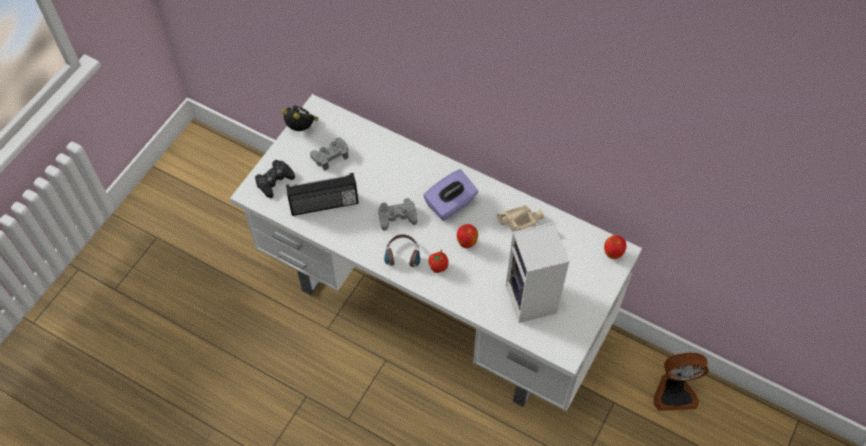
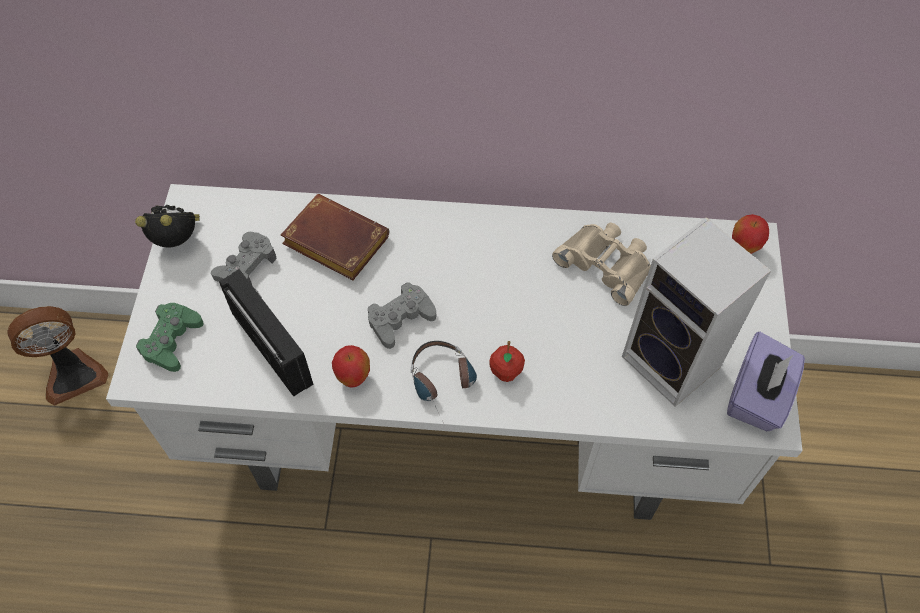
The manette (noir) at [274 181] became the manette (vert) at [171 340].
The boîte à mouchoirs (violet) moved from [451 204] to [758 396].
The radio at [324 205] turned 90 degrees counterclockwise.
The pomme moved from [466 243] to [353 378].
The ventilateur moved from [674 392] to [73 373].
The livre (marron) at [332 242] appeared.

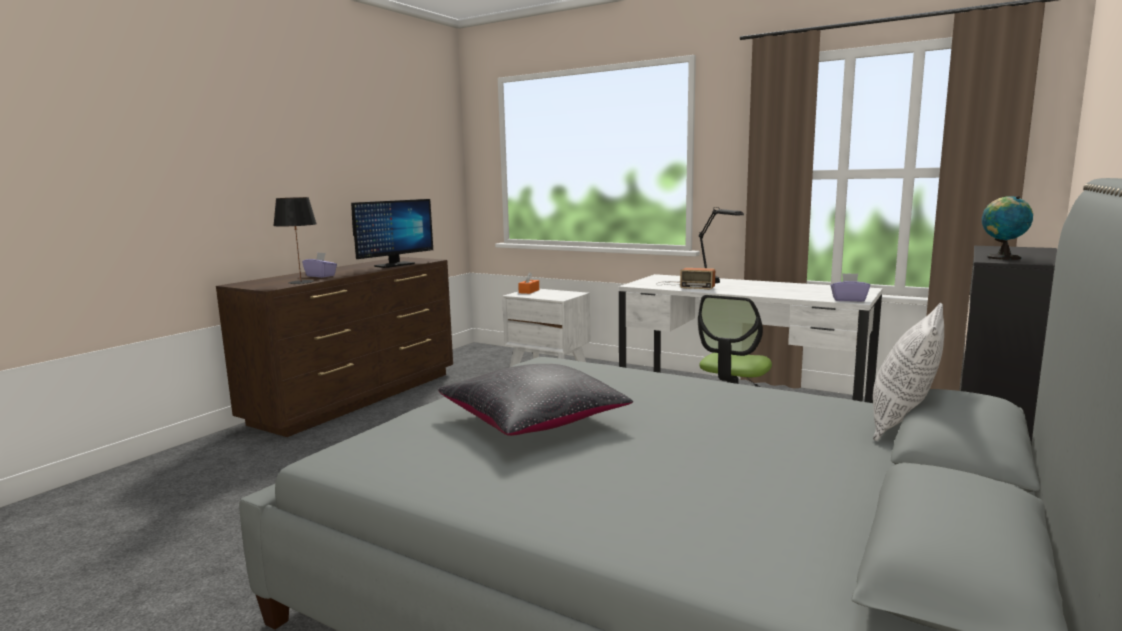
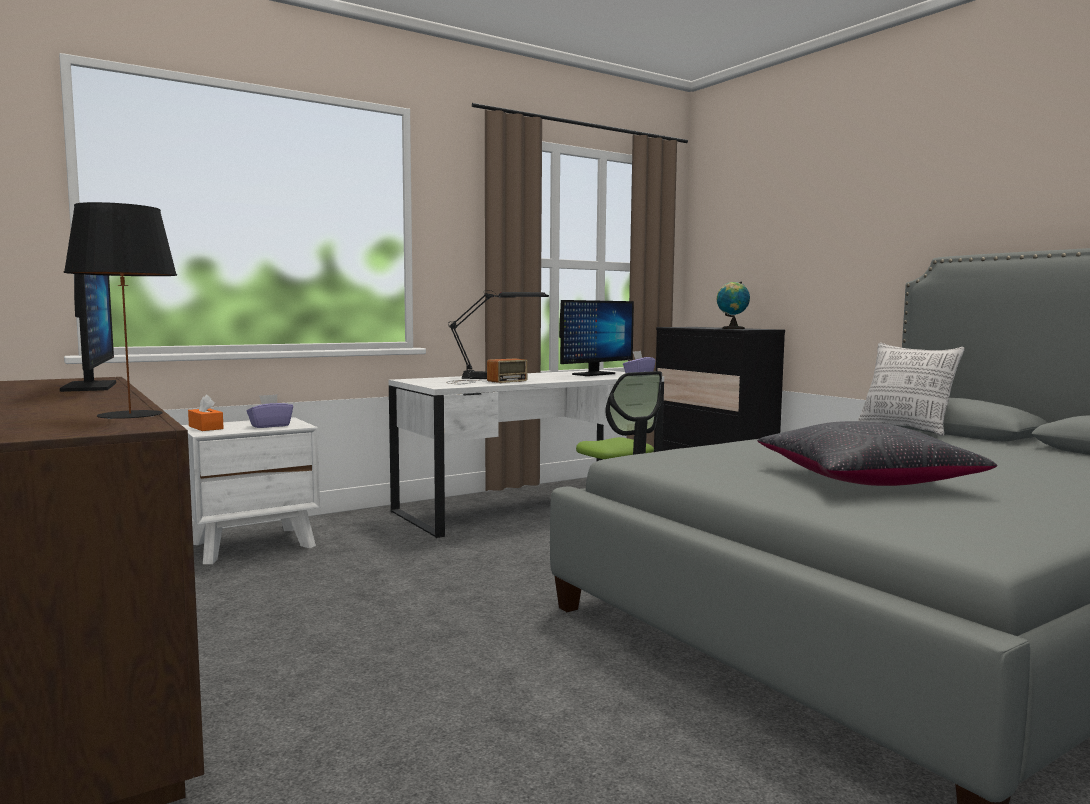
The boîte à mouchoirs (violet) moved from [321 276] to [270 426].
The écran d'ordinateur at [593 374] appeared.

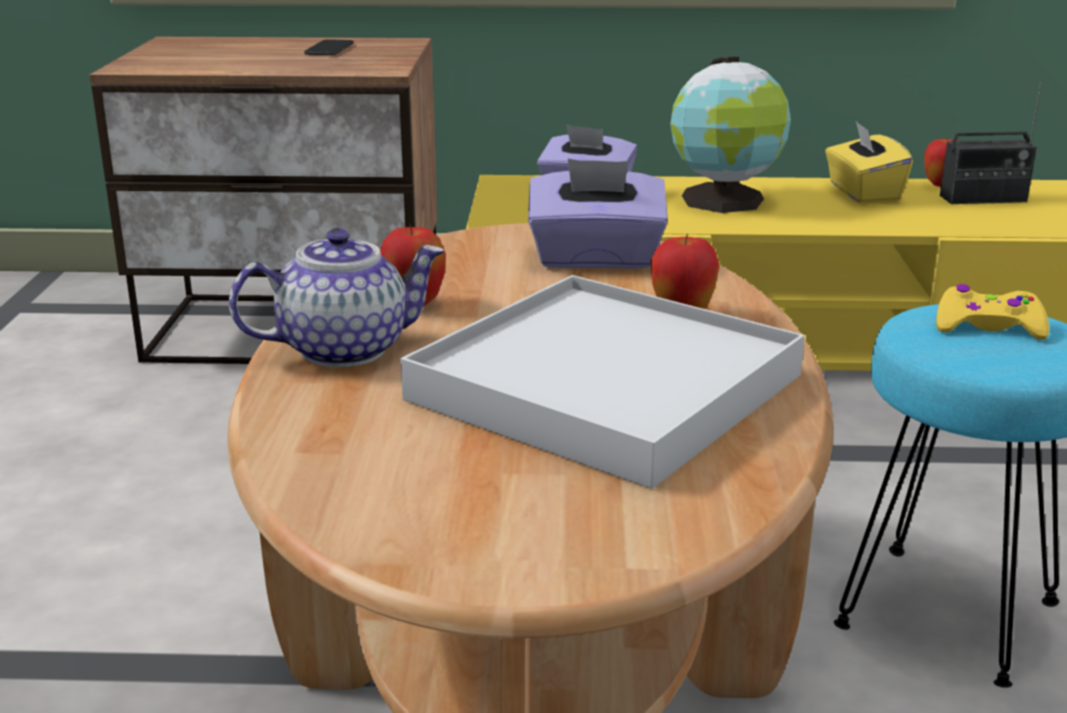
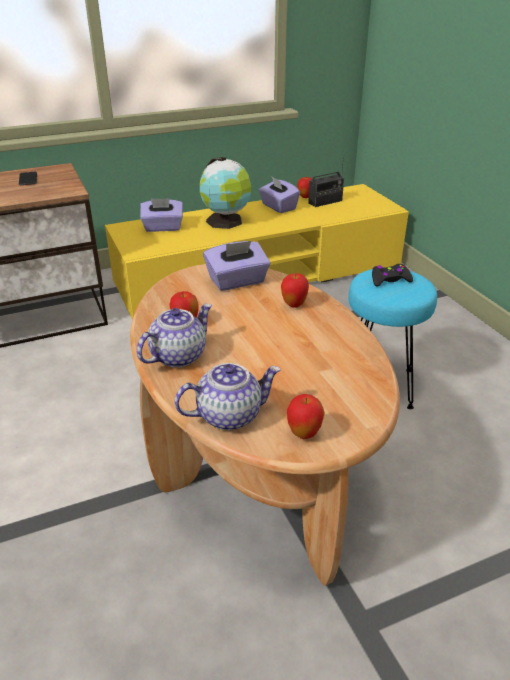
The boîte à mouchoirs (jaune) at [863 193] became the boîte à mouchoirs (violet) at [278 207].
The plateau (blanc) at [605 387] disappeared.
The manette (jaune) at [988 327] became the manette (noir) at [389 280].
The théière at [229 415] appeared.
The pomme at [304 434] appeared.

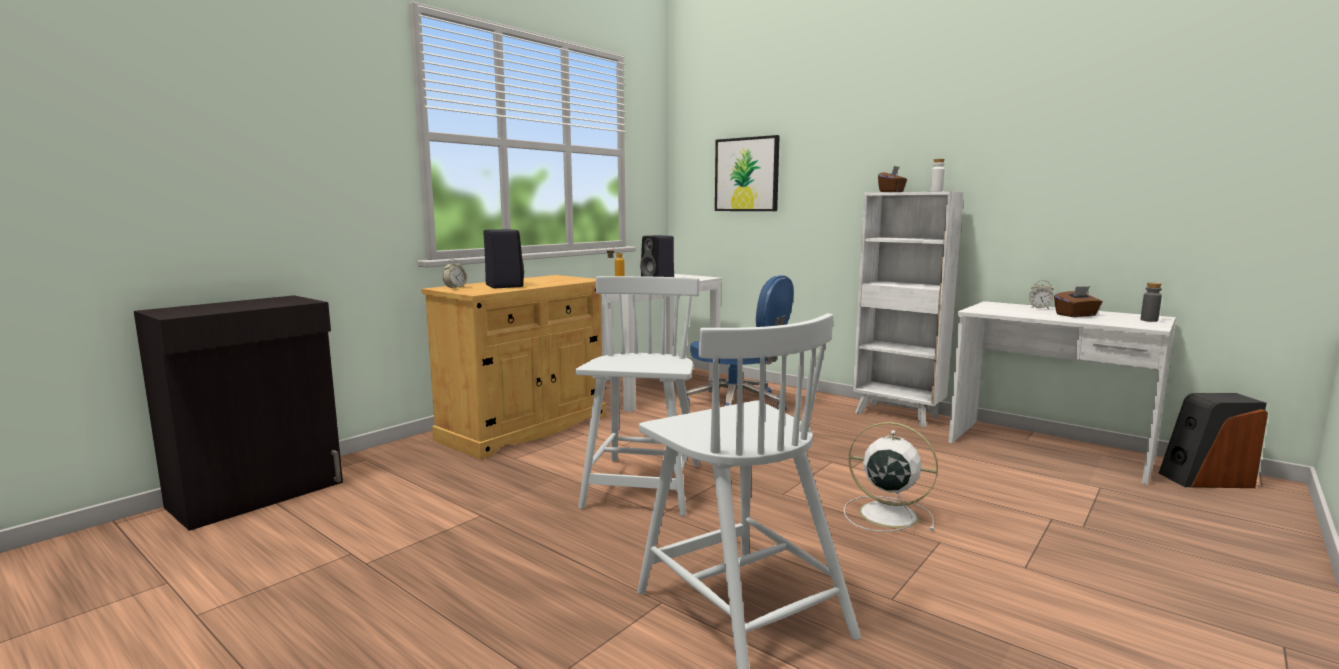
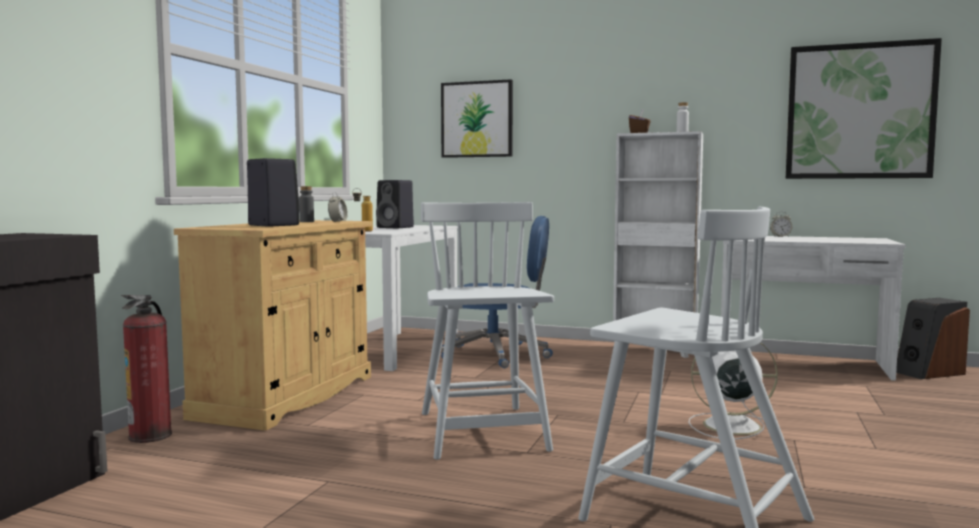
The réveil moved from [455 288] to [338 221].
The bouteille (gris) moved from [1149 320] to [307 222].
The boîte à mouchoirs (marron) at [1076 315] disappeared.
The tableau at [859 111] appeared.
The extincteur at [150 436] appeared.

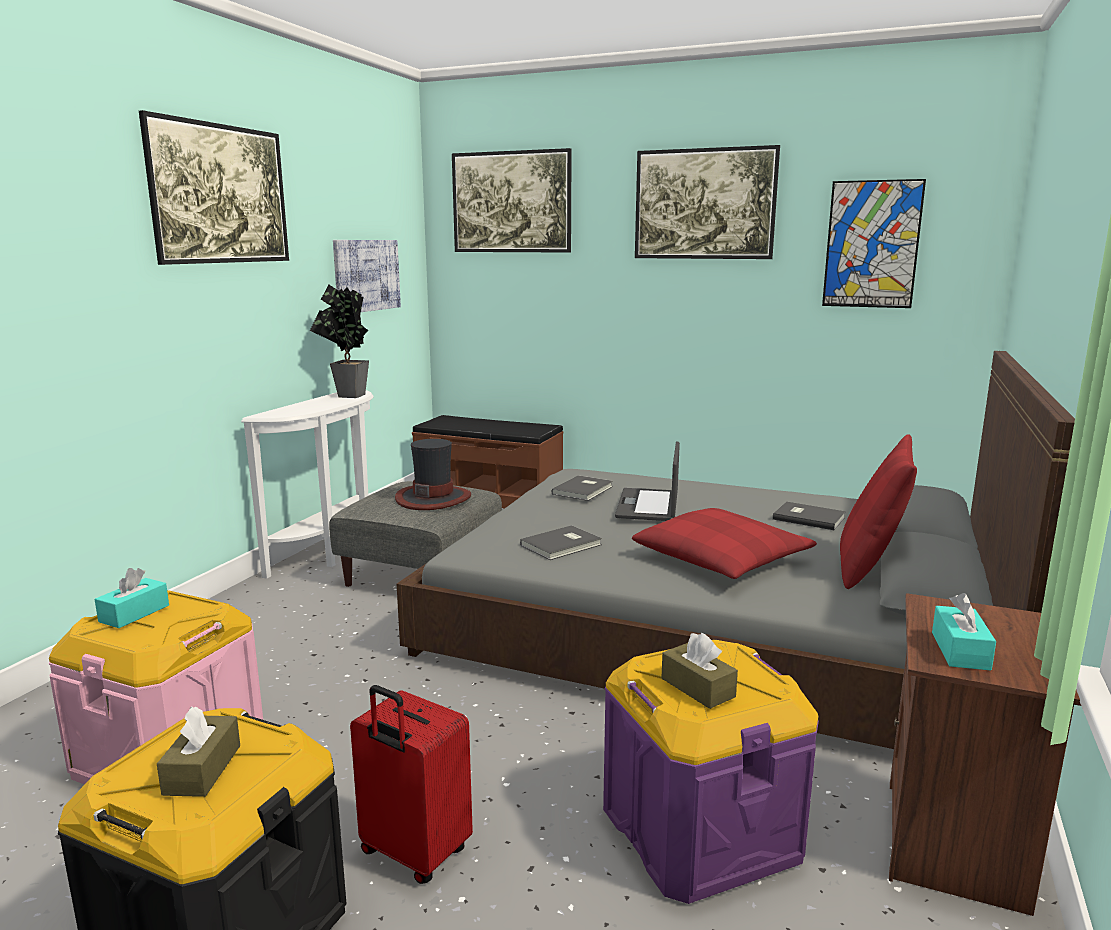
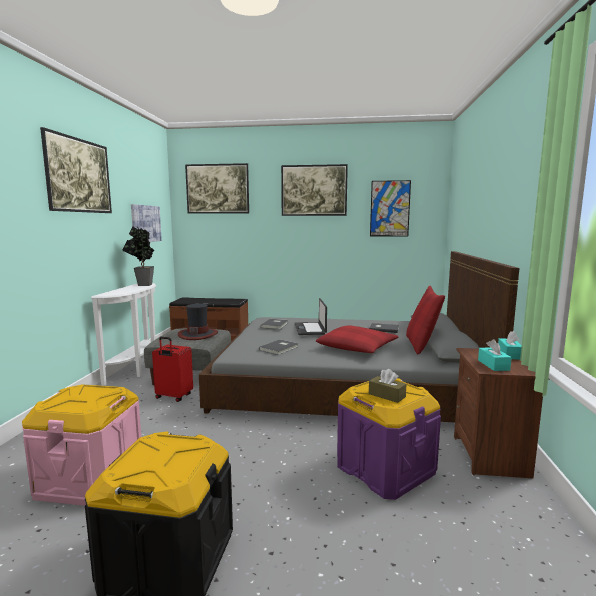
The boîte à mouchoirs (turquoise) moved from [134 613] to [509 354].
The valise (rouge) moved from [413 854] to [173 397].
The boîte à mouchoirs (marron) at [202 769] disappeared.

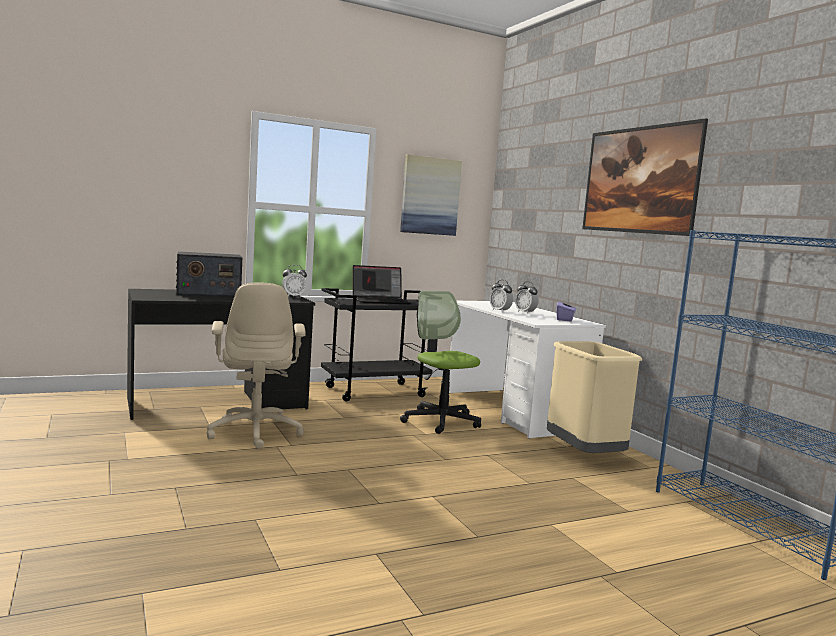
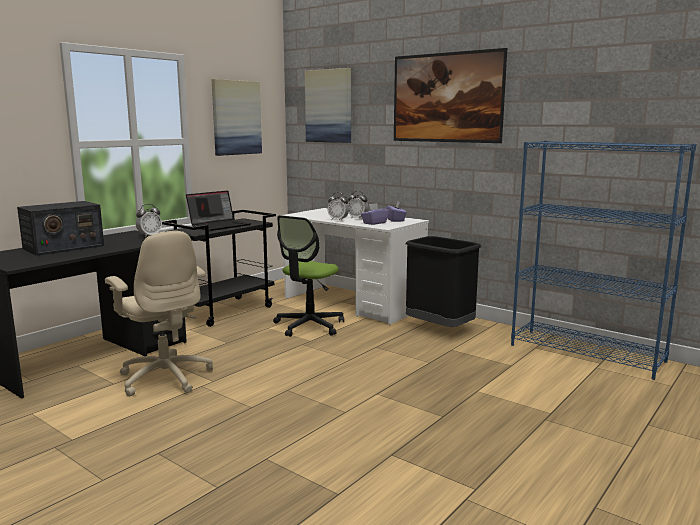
The chaise de bureau at [440 421] turned 90 degrees counterclockwise.
The poubelle (beige) at [584 455] became the poubelle (noir) at [440 329].
The tableau at [329 106] appeared.
The boîte à mouchoirs (violet) at [374 223] appeared.

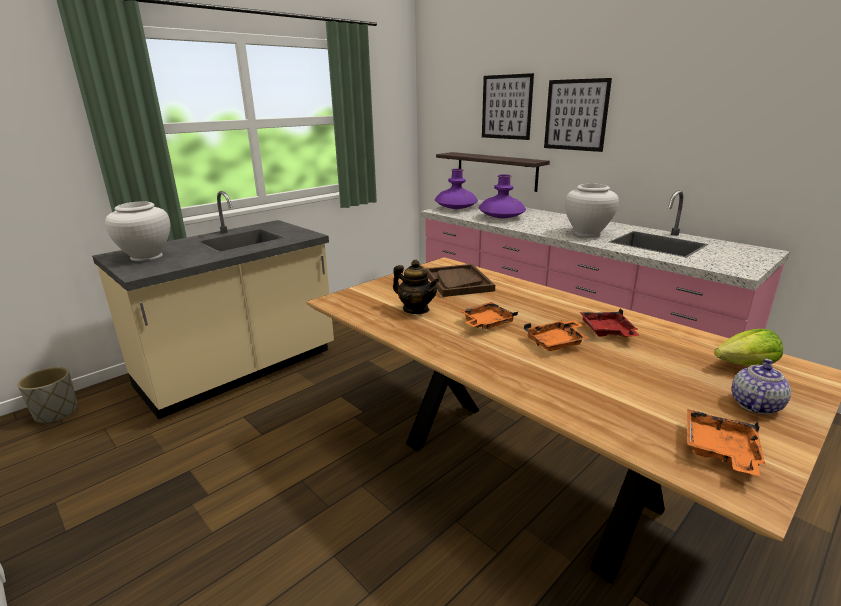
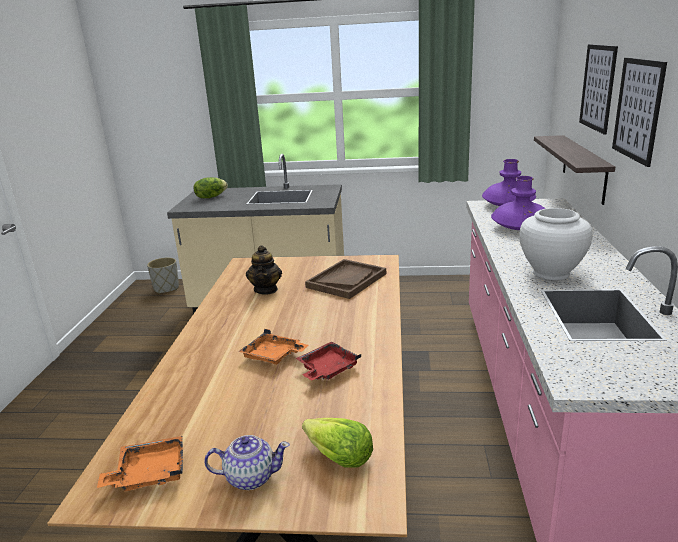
The vase (blanc) at [146 257] was replaced by the laitue at [211 197].
The plateau (orange) at [486 323] disappeared.

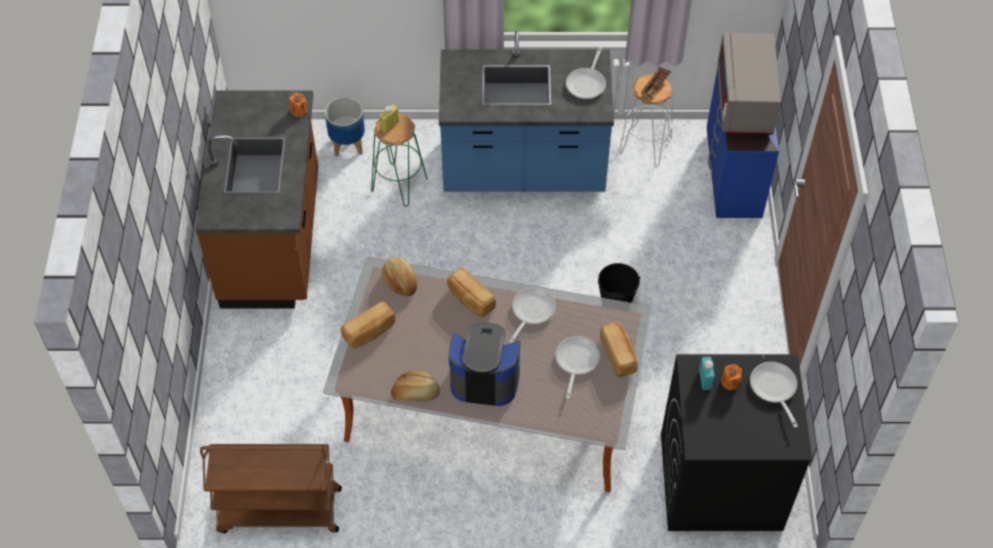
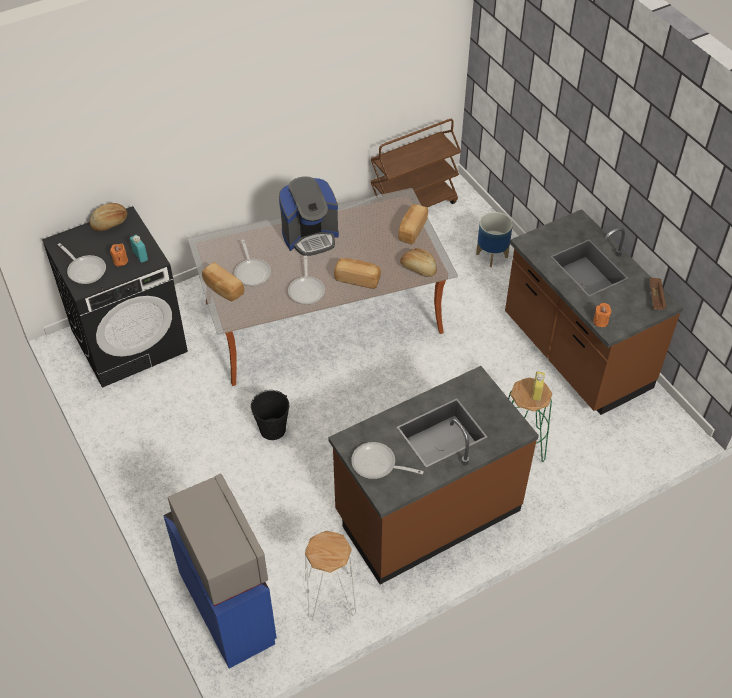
The comptoir de cuisine (bleu) at [523 170] became the comptoir de cuisine (marron) at [427 511].
The poêle at [587 83] turned 60 degrees counterclockwise.
The plateau (marron) moved from [655 86] to [656 299].
The cache-pot moved from [347 145] to [492 255].
The pain moved from [415 393] to [110 223].

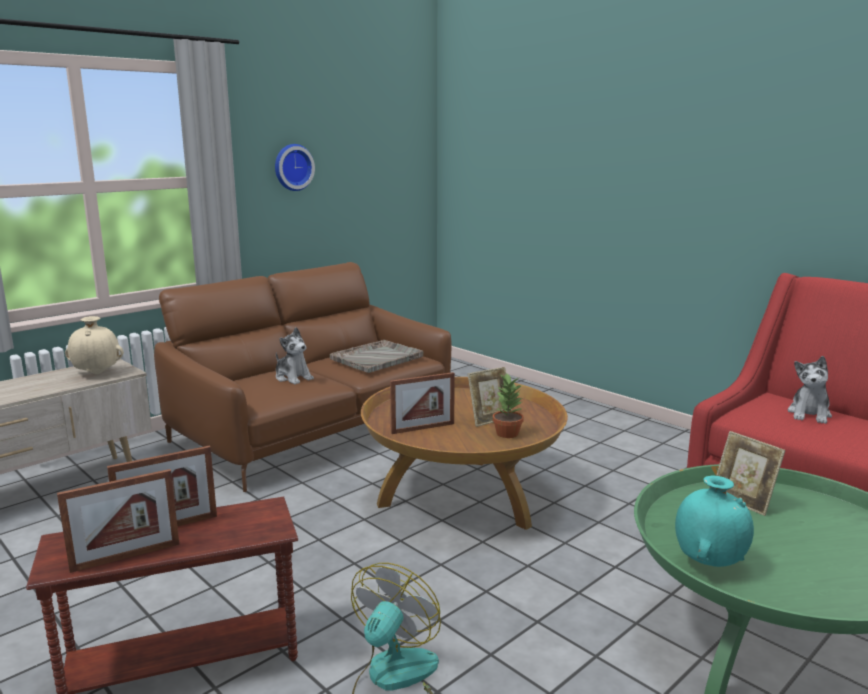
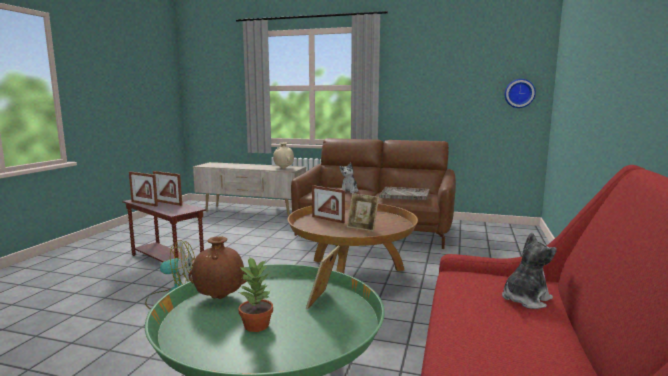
The horloge murale moved from [292 167] to [519 93].
The peluche at [809 414] turned 150 degrees clockwise.
The plante en pot moved from [507 433] to [257 325].
The vase (turquoise) at [709 563] became the vase (marron) at [220 297].

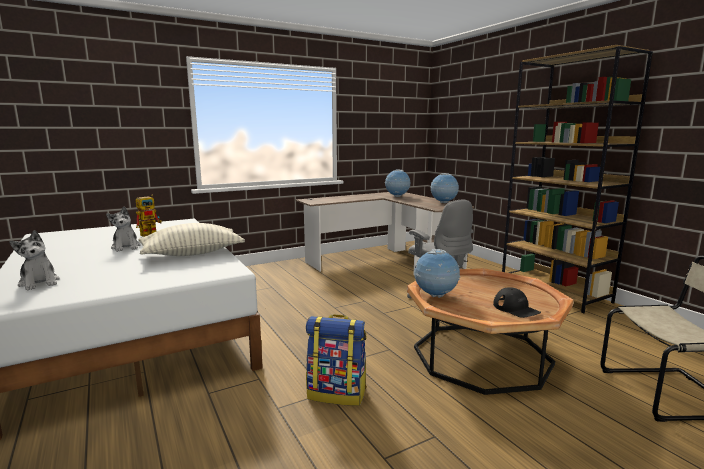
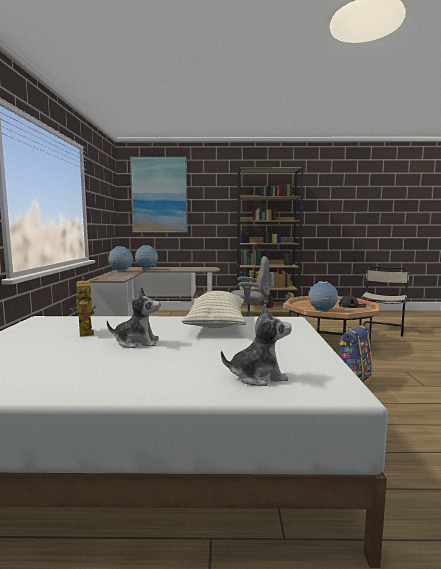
The globe moved from [443 203] to [121 271].
The tableau at [159 195] appeared.

